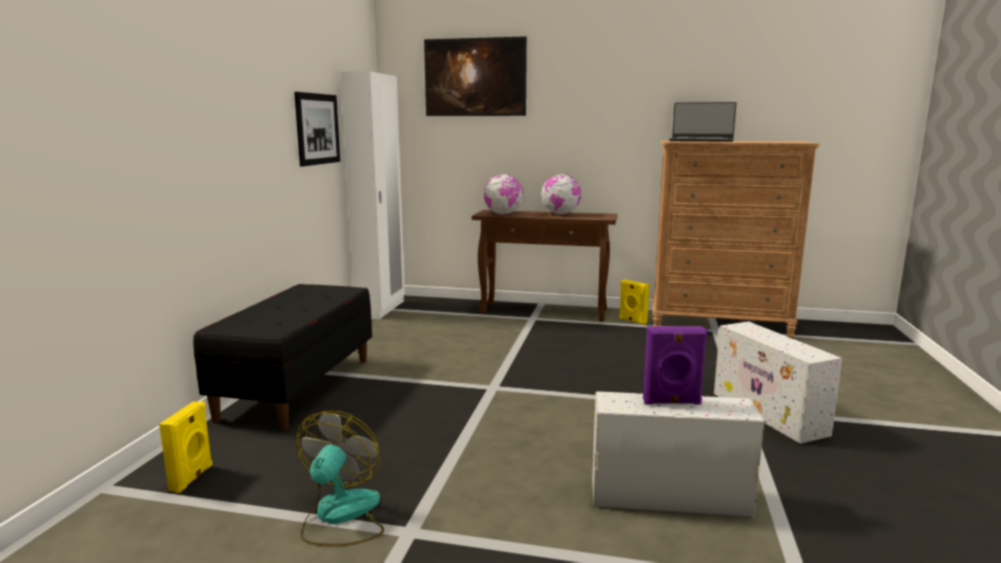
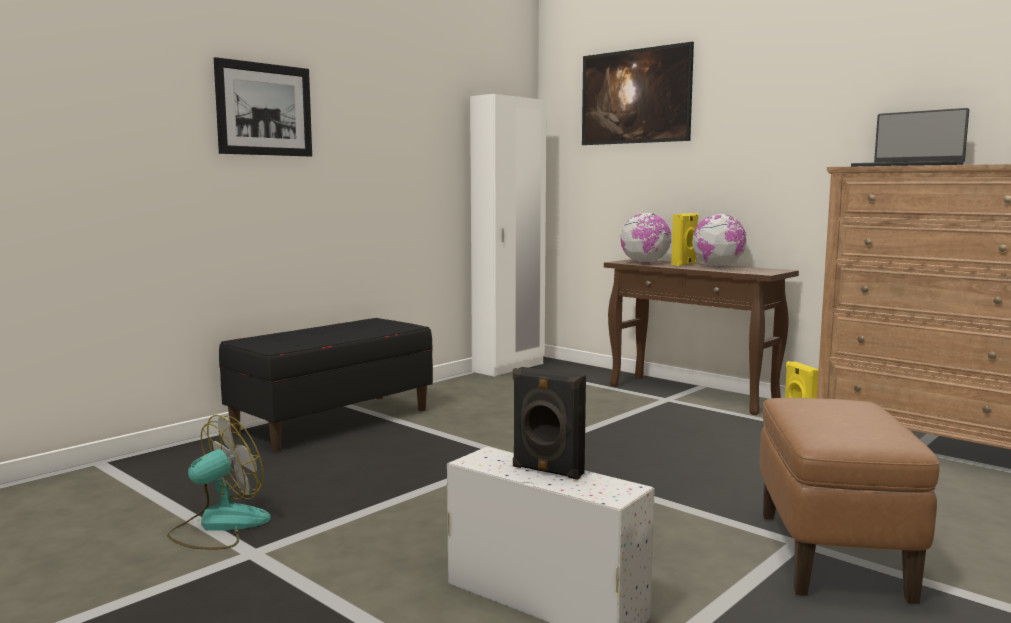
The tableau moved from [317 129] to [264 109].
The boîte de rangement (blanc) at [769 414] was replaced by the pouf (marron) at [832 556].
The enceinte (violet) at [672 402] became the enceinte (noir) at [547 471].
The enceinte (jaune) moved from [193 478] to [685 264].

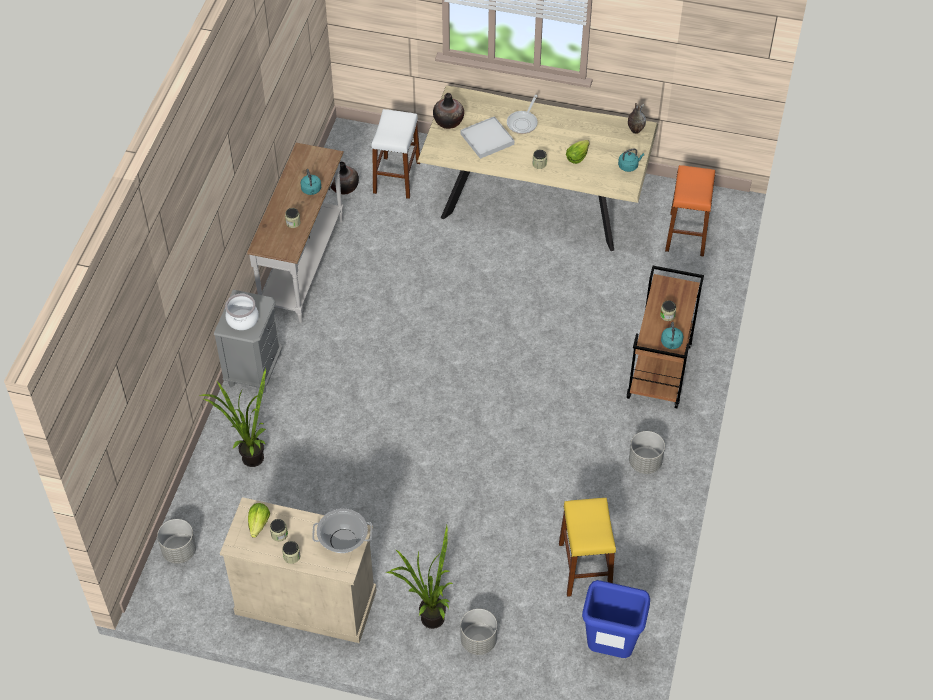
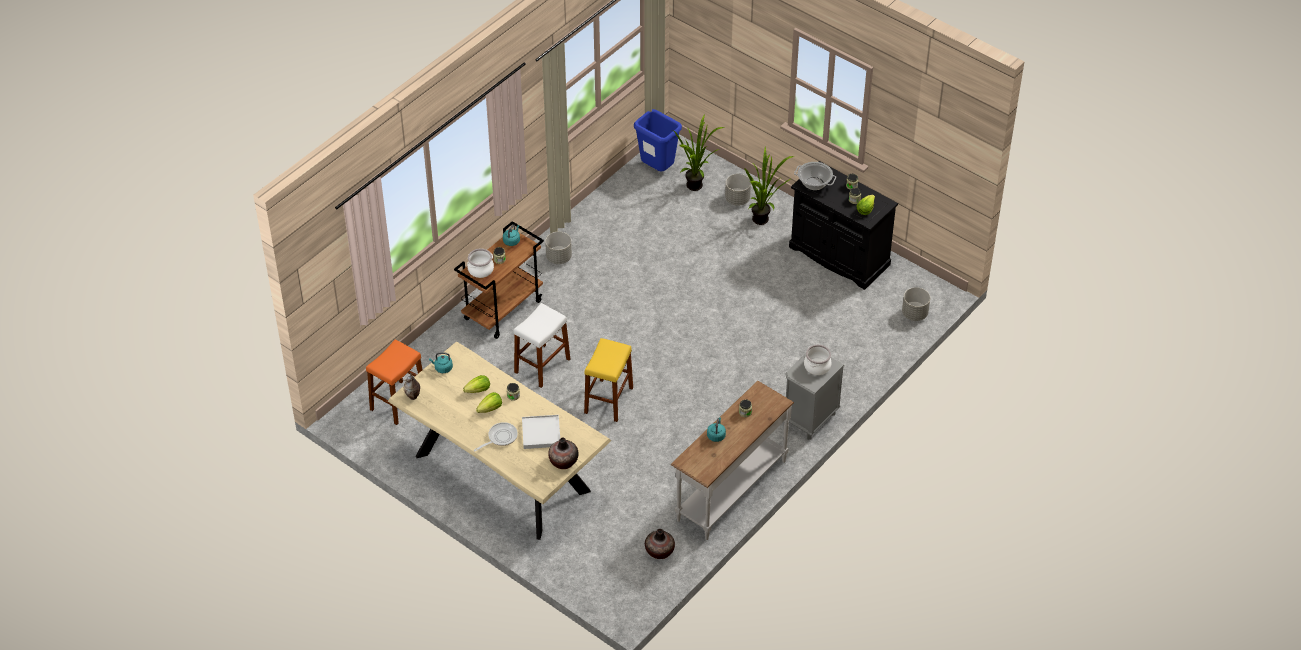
The tabouret (blanc) moved from [396 177] to [542 366].
The plante en pot moved from [248 457] to [697 188].
The meuble de rangement (beige) at [306 601] became the meuble de rangement (noir) at [839 256].
The tabouret (jaune) moved from [585 567] to [608 400].
The marmite at [480 269] appeared.
The laitue at [490 409] appeared.

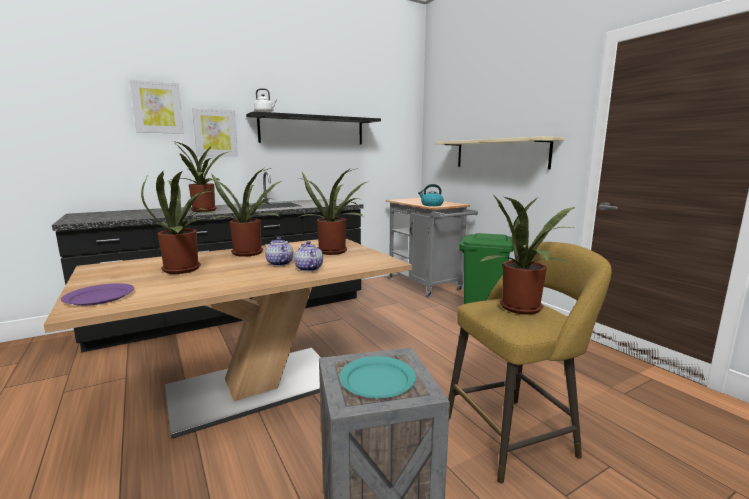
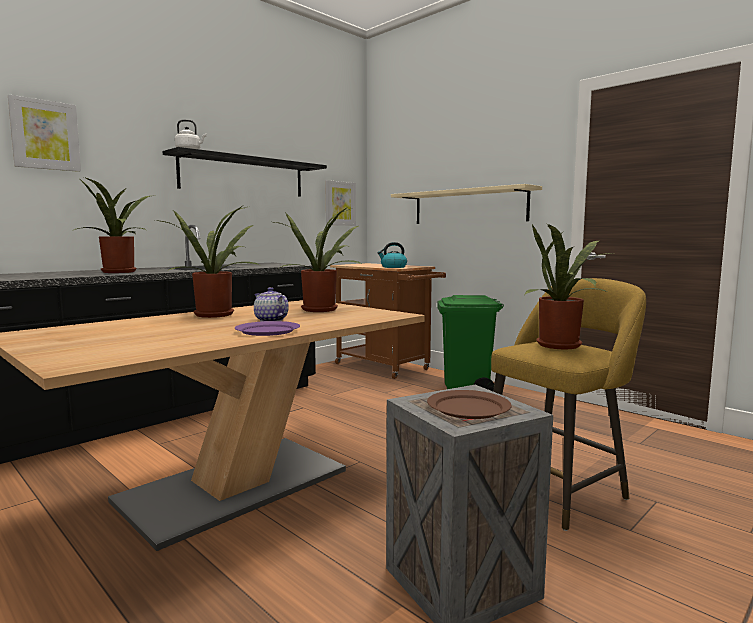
The tableau moved from [215 133] to [340 203].
The plante en pot at [186 269] disappeared.
The chariot (gris) at [427 285] became the chariot (marron) at [386 367].
The théière at [308 269] disappeared.
The assiette (violet) moved from [100 297] to [268 331].
The assiette (turquoise) at [377 380] became the assiette (marron) at [469 408].

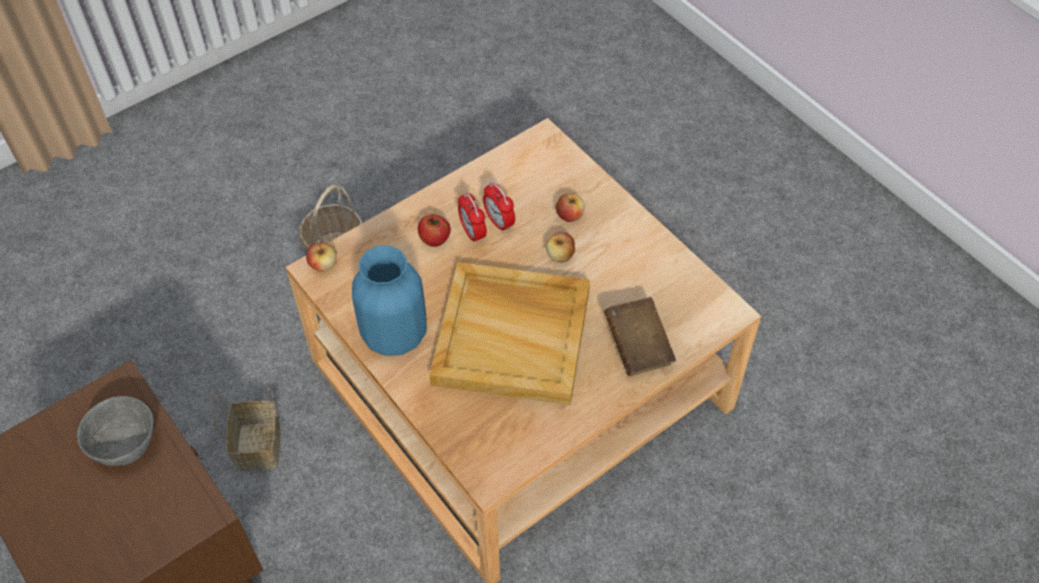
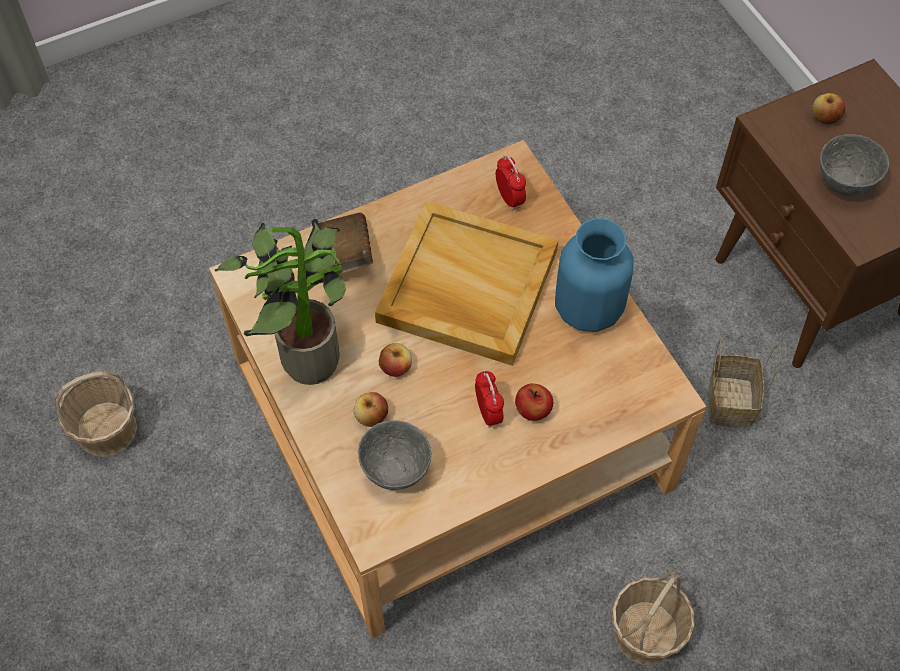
The réveil moved from [499 222] to [509 198].
The pomme moved from [323 265] to [824 118].
The plante en pot at [308 354] appeared.
The panier at [106 429] appeared.
The bol (gris) at [396 469] appeared.

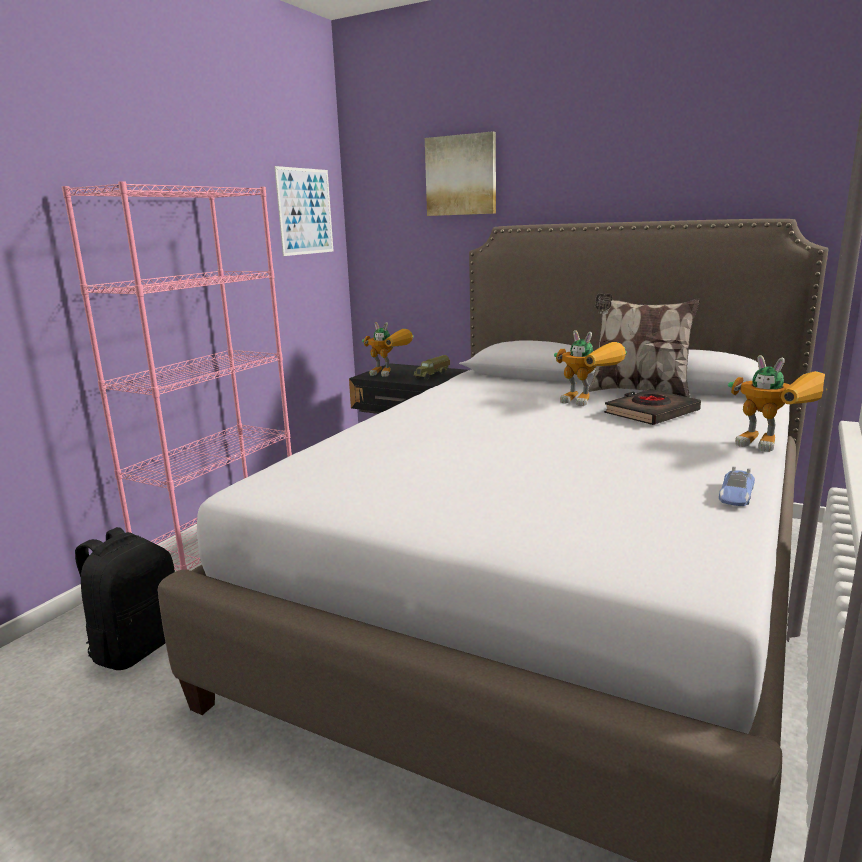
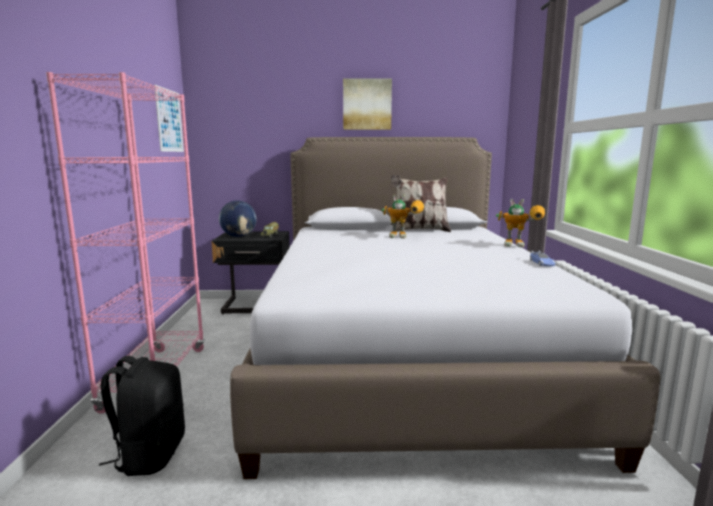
The tableau moved from [461 175] to [367 104].
The robot jouet at [390 374] was replaced by the globe at [239 236].
The livre (noir) at [651 413] disappeared.

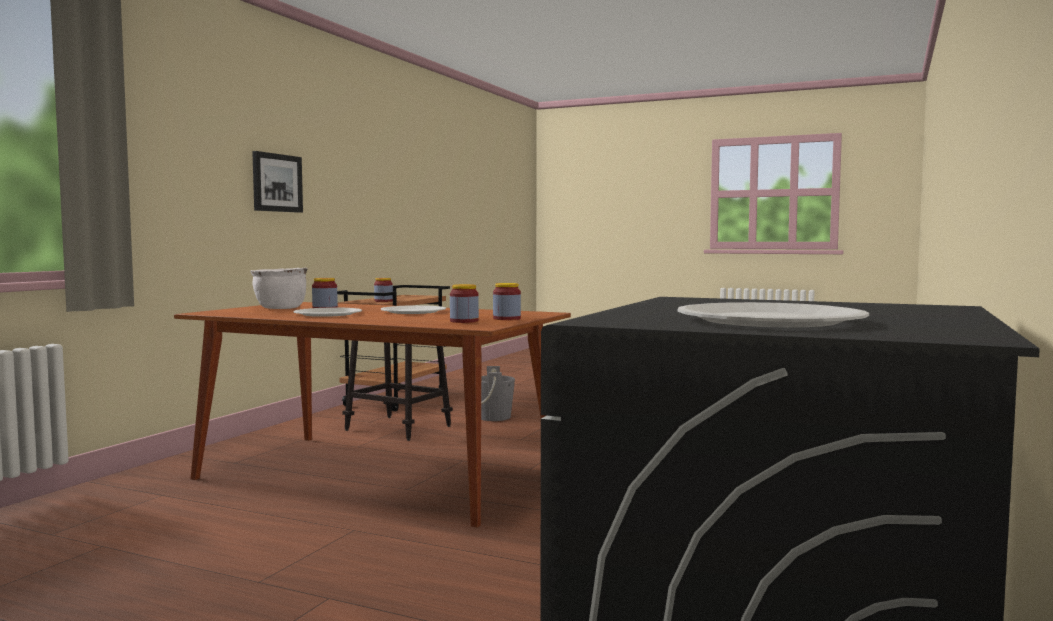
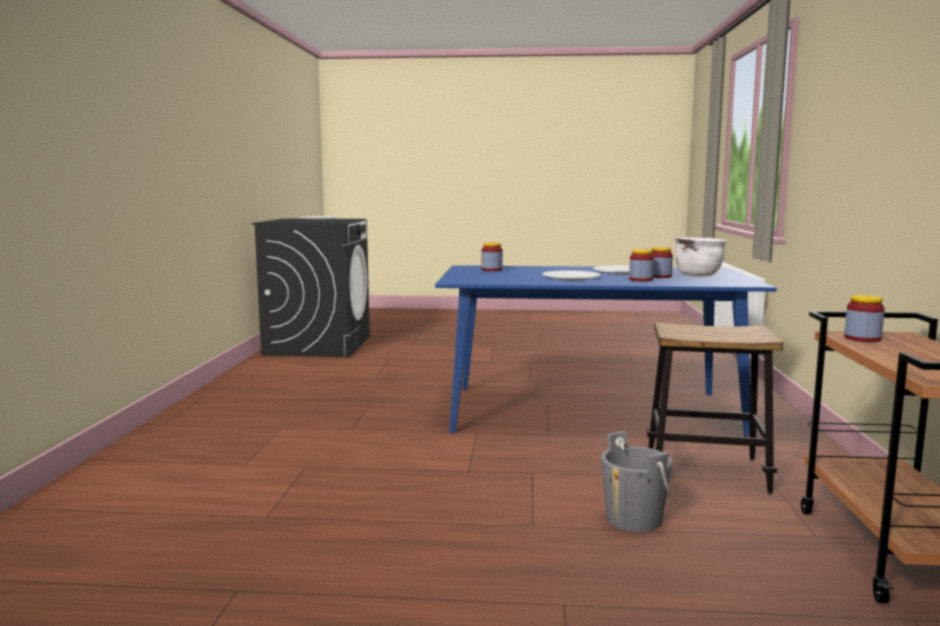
The tableau at [276 183] disappeared.
The bocal moved from [506 319] to [641 280].
The table à manger (marron) at [375 475] became the table à manger (bleu) at [592 411].

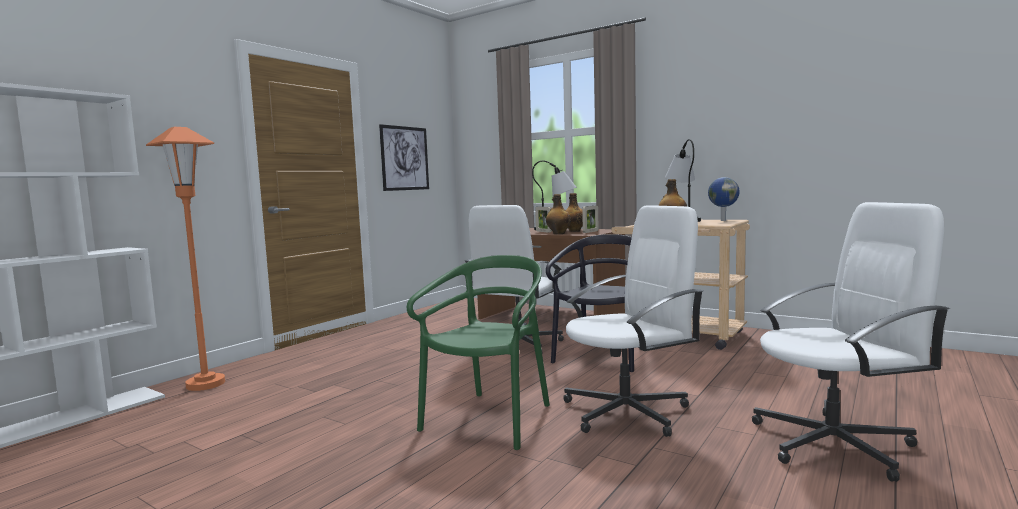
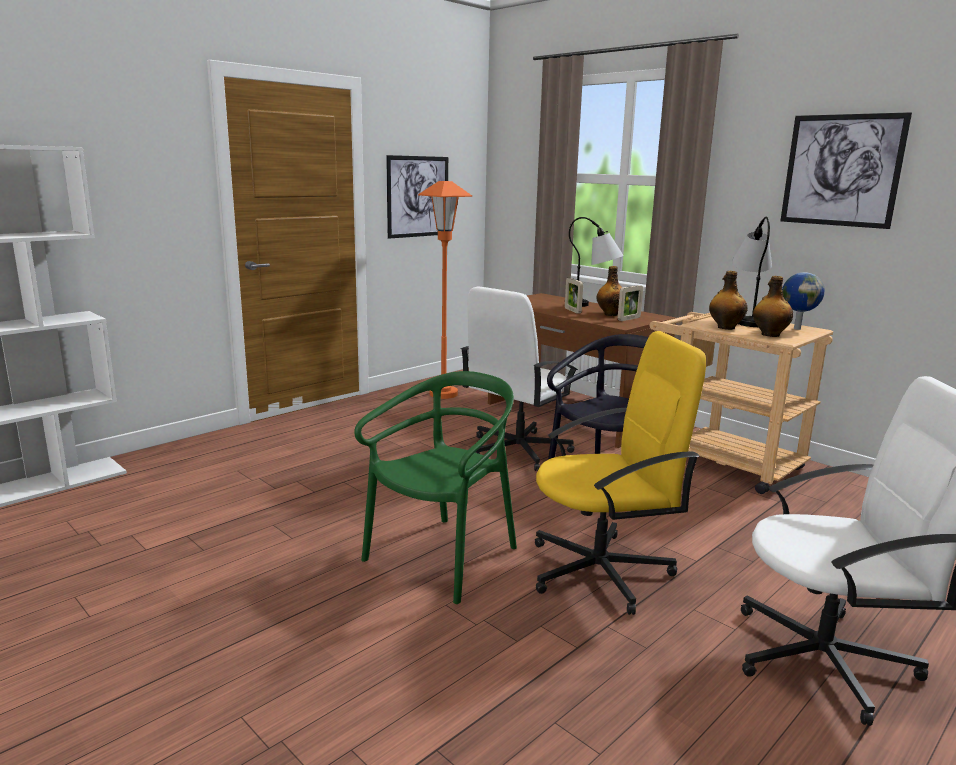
The lampadaire (orange) moved from [206 384] to [443 394].
The bouteille moved from [558 233] to [769 335].
The chaise de bureau (blanc) at [628 411] became the chaise de bureau (jaune) at [601 571].
The tableau at [841 170] appeared.

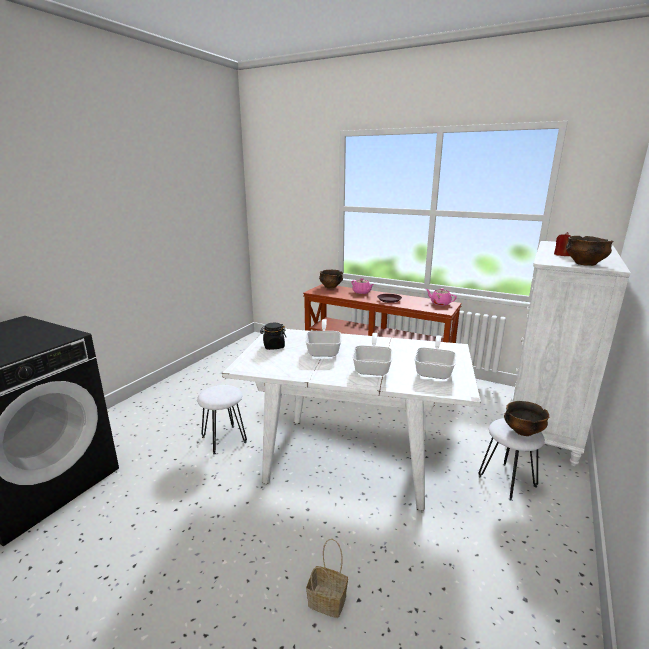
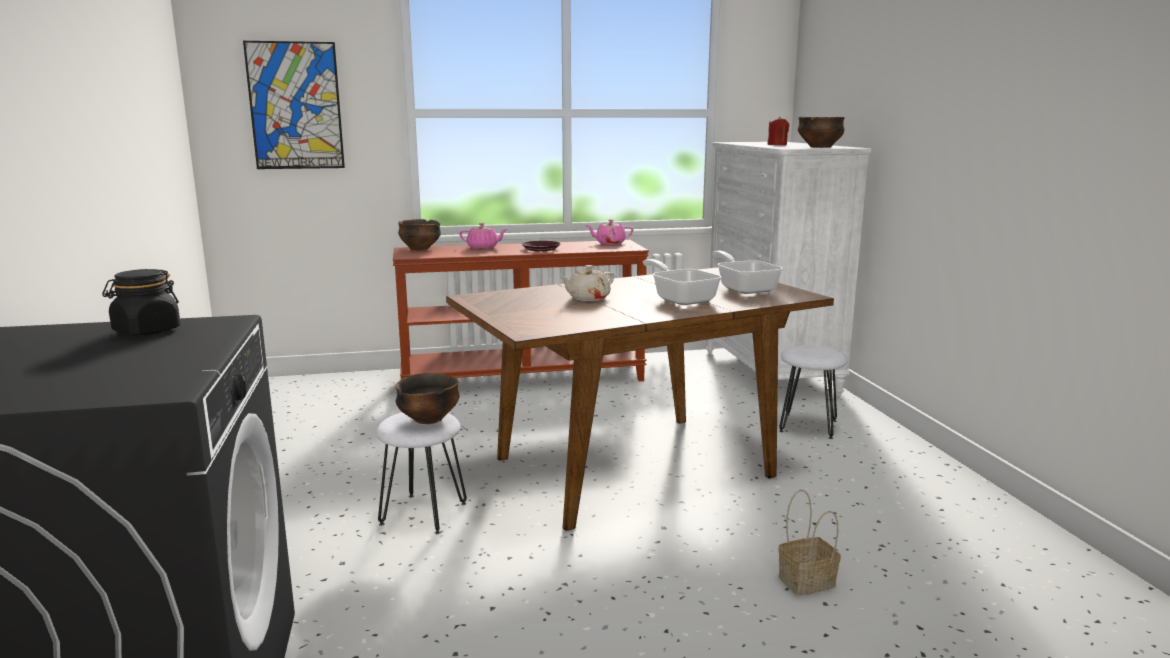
The poêle at [324 350] was replaced by the théière (beige) at [588 298].
The bocal (noir) moved from [273 346] to [146 331].
The table à manger (blanc) at [351 459] became the table à manger (marron) at [635 466].
The bol moved from [523 431] to [428 420].
The tableau at [295 106] appeared.

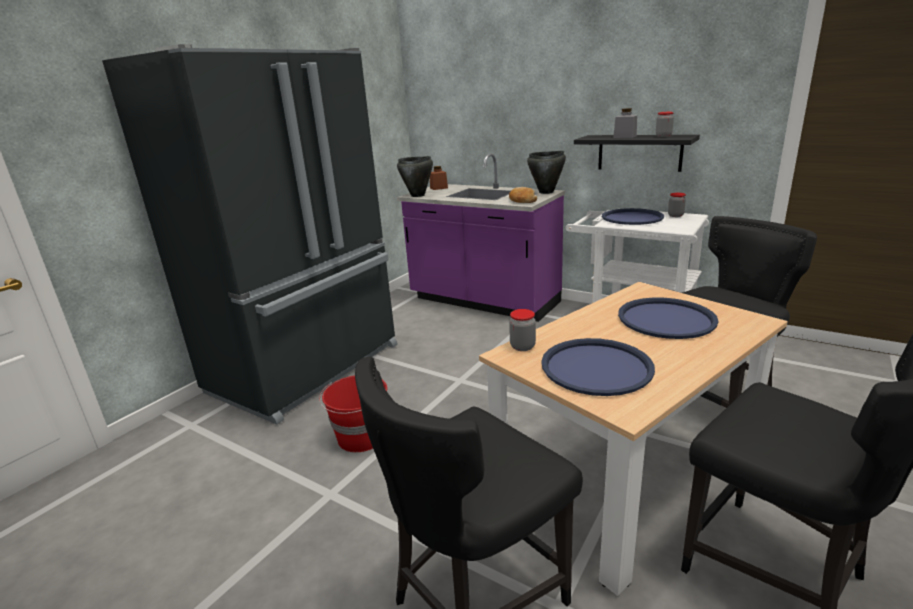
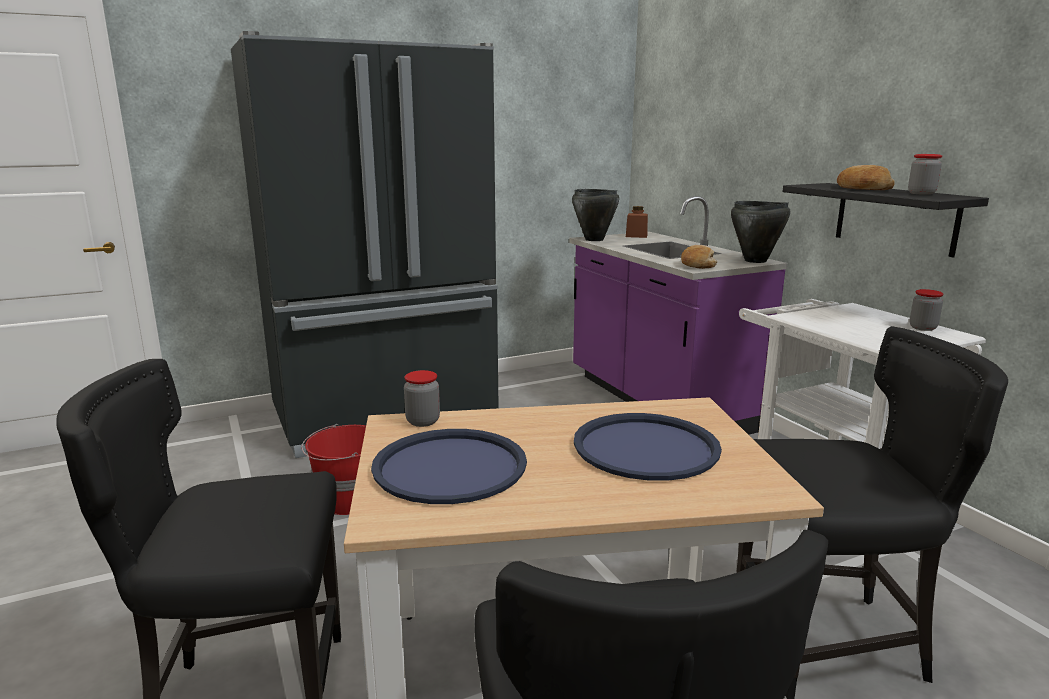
The bocal (gris) at [625 137] was replaced by the pain at [862 189].
The plateau (bleu) at [632 218] disappeared.

